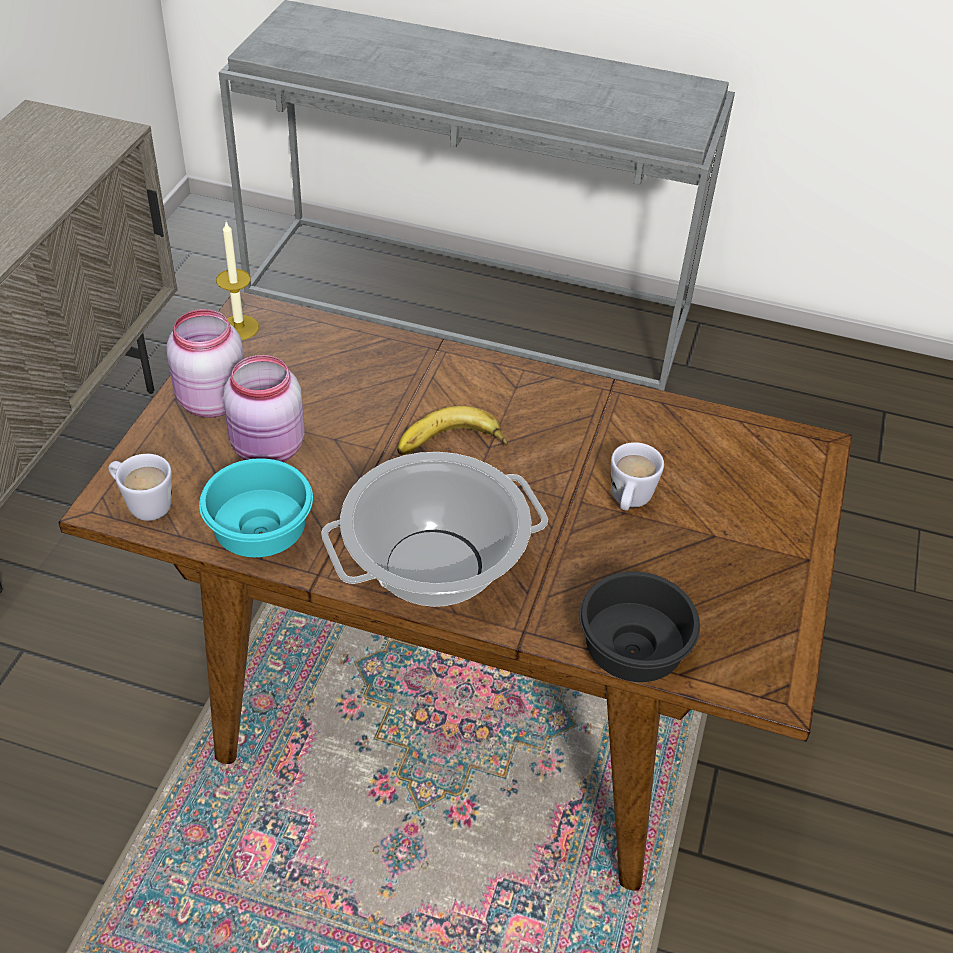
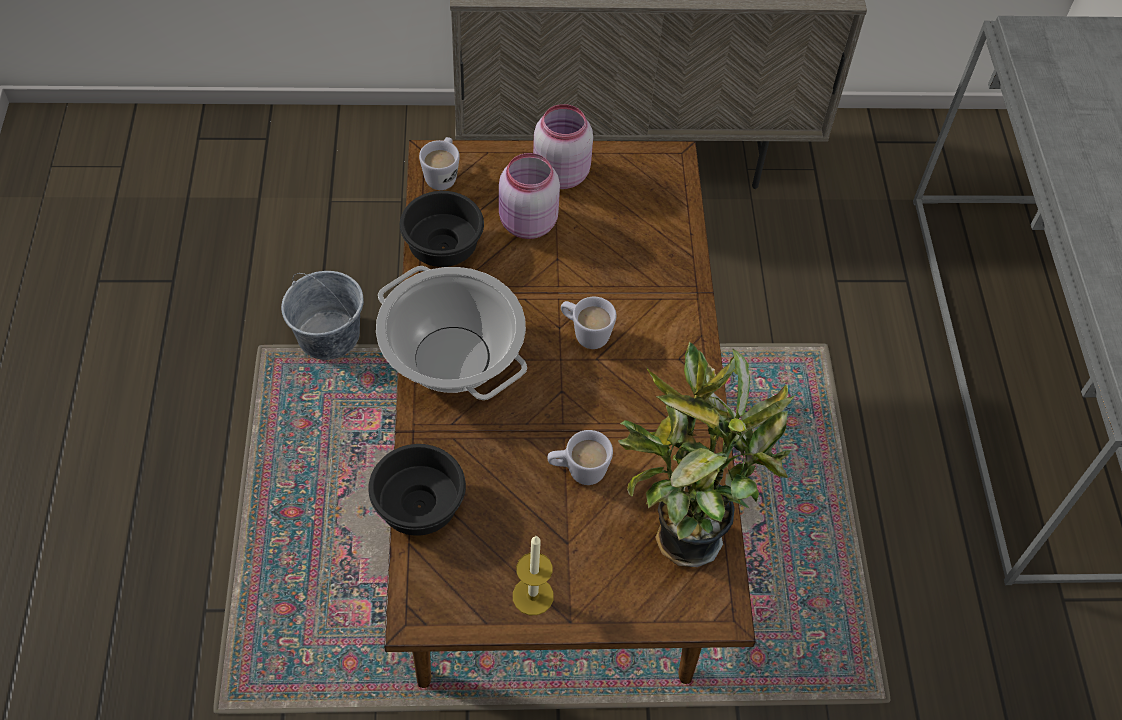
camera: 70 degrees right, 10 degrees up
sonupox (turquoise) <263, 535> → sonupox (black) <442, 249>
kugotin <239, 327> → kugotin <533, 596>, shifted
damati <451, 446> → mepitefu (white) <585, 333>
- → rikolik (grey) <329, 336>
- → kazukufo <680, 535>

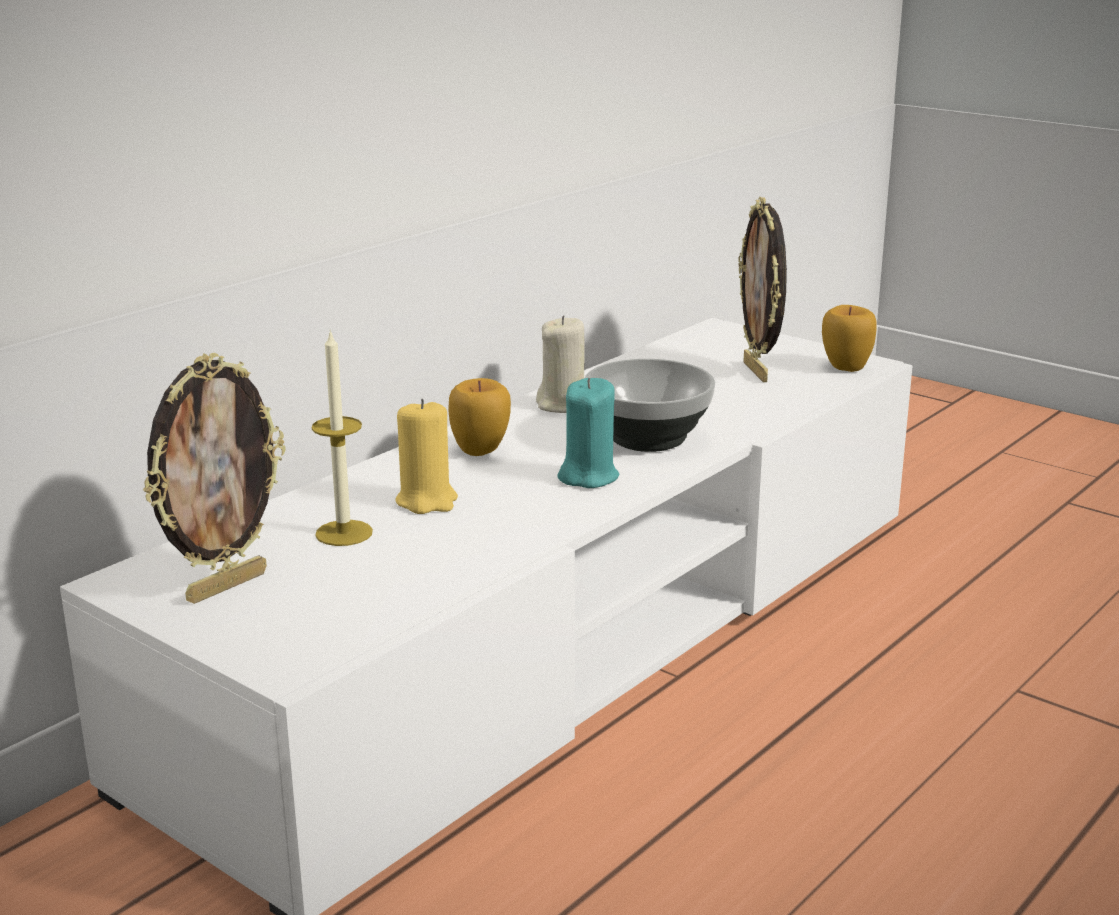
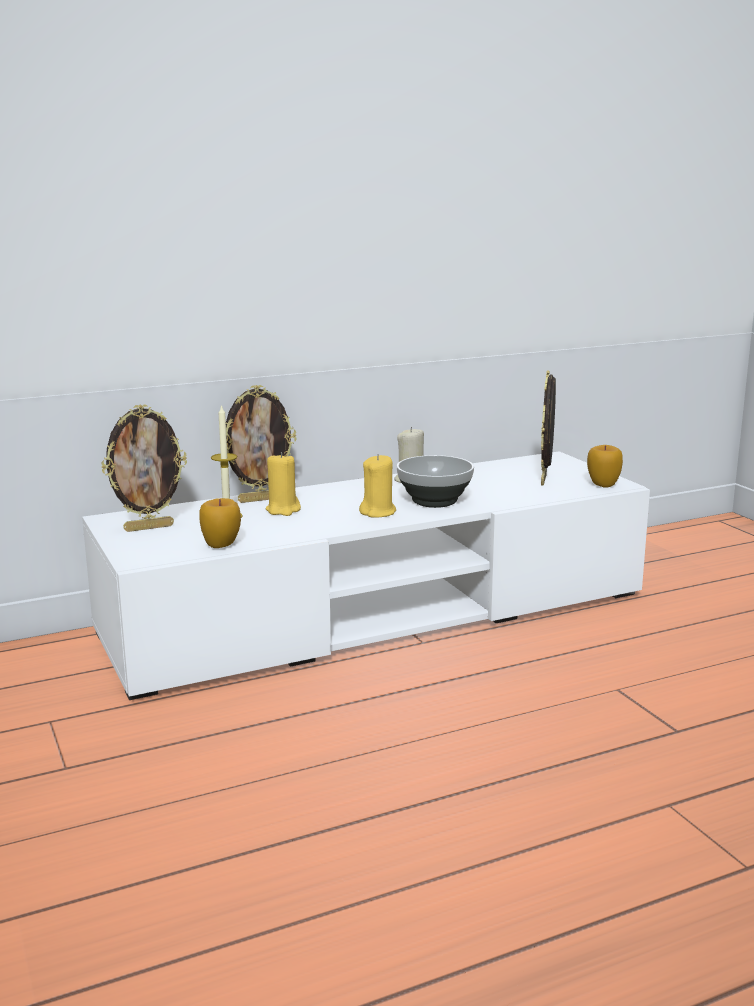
camera: 25 degrees right, 5 degrees down
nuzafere <481, 450> → nuzafere <221, 545>, shifted
kugotin (turquoise) <588, 476> → kugotin (yellow) <378, 512>
- → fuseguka <260, 499>

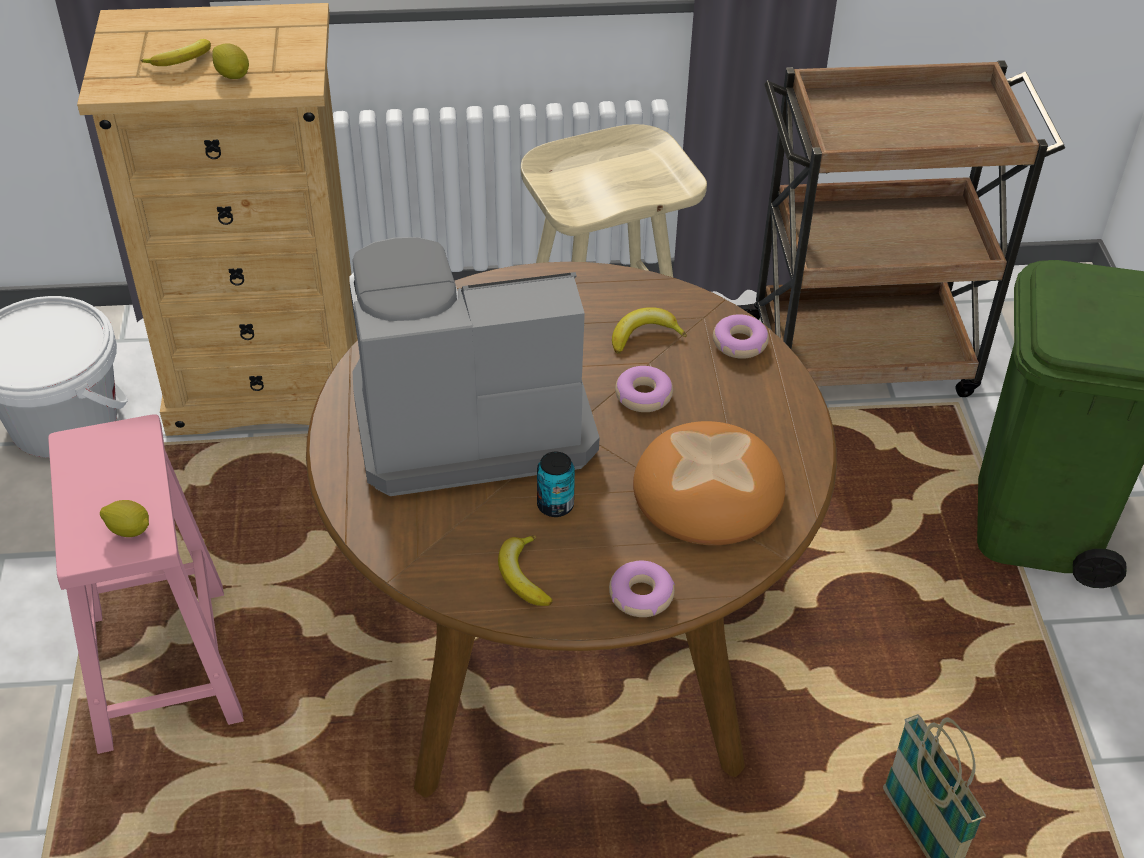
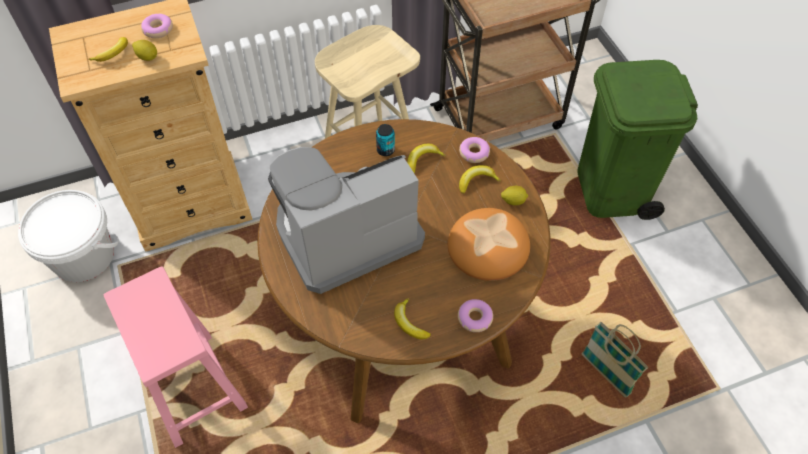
camera: 15 degrees left, 10 degrees up
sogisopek <129, 530> → sogisopek <513, 201>, shifted
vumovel <555, 505> → vumovel <385, 150>, shifted
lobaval <643, 395> → lobaval <158, 29>, shifted
- → damati <476, 181>

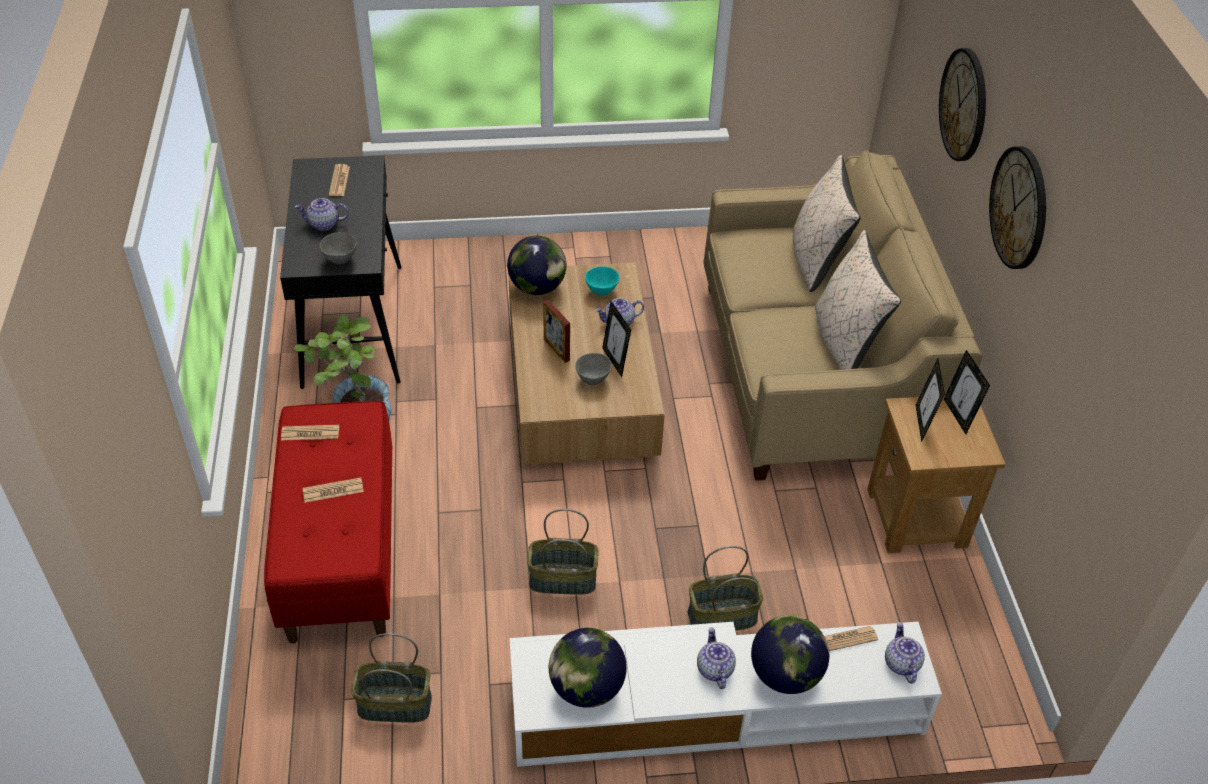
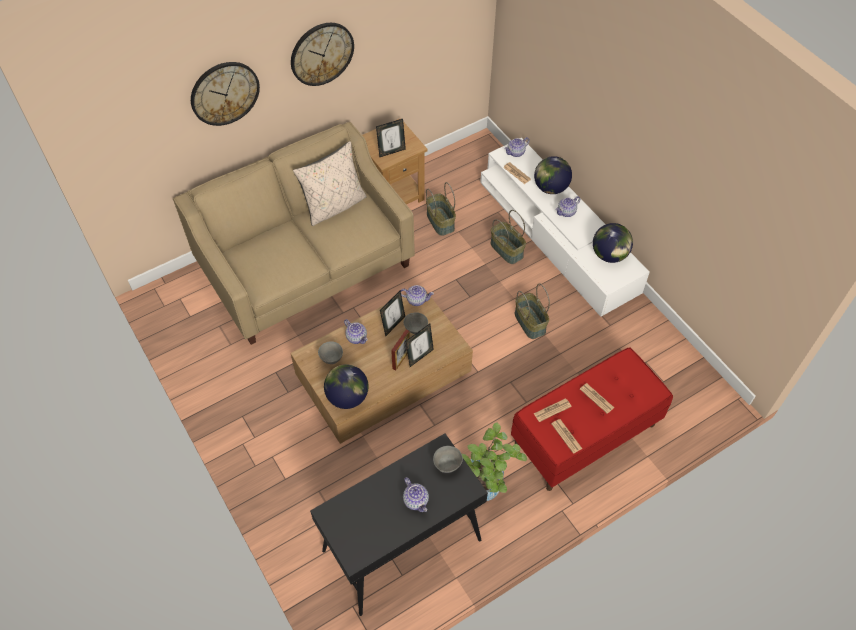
camera: 115 degrees left, 10 degrees up
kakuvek <339, 181> → kakuvek <552, 410>, shifted
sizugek <394, 705> → sizugek <441, 221>, shifted
sonupox (turquoise) <601, 291> → sonupox (grey) <332, 359>
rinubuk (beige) <816, 260> → -
fuseguka <958, 416> → fuseguka <420, 356>, shifted
- → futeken <417, 300>

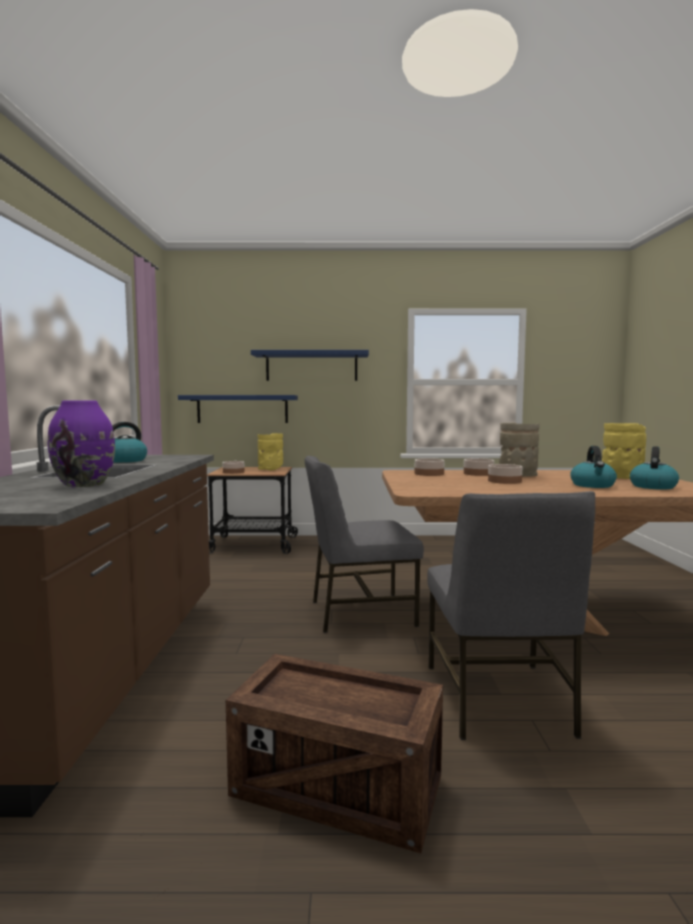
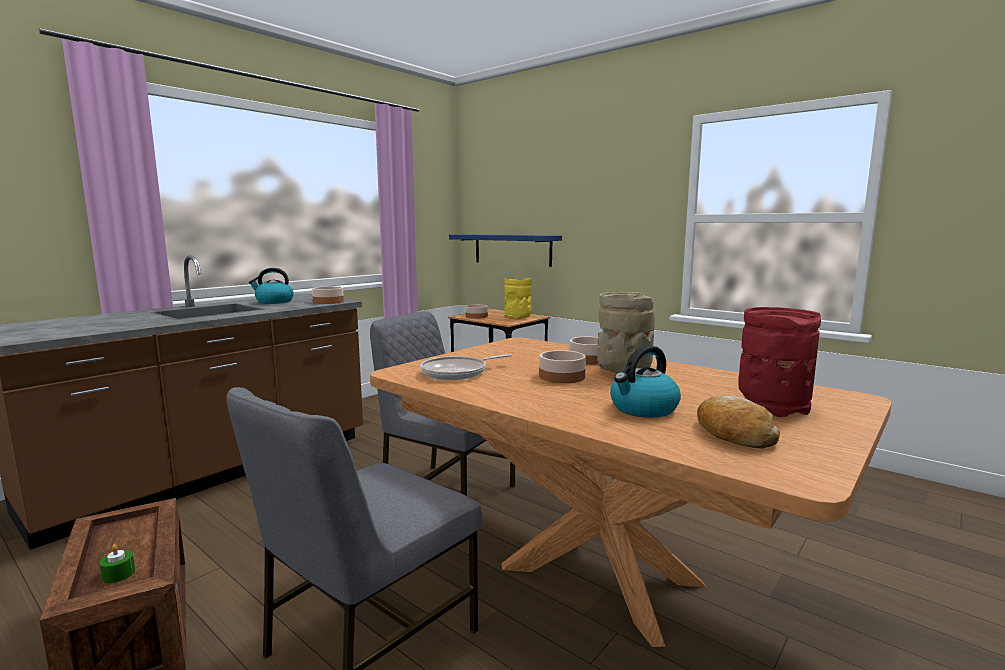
camera: 40 degrees right, 5 degrees up
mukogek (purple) <85, 484> → -
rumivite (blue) <311, 366> → -
sonupox <428, 474> → sonupox <328, 302>, shifted
mukogek (yellow) <621, 477> → mukogek (red) <772, 405>
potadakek <652, 486> → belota <733, 434>
- → kugotin (green) <118, 574>
- → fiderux <458, 373>

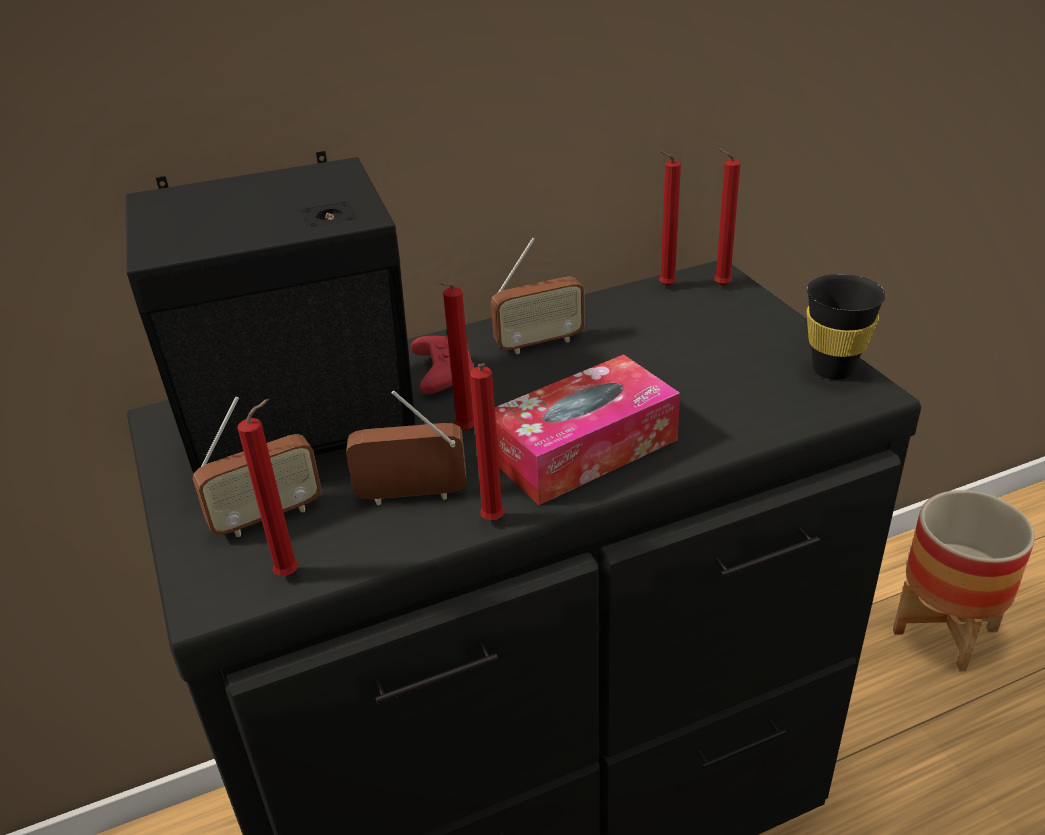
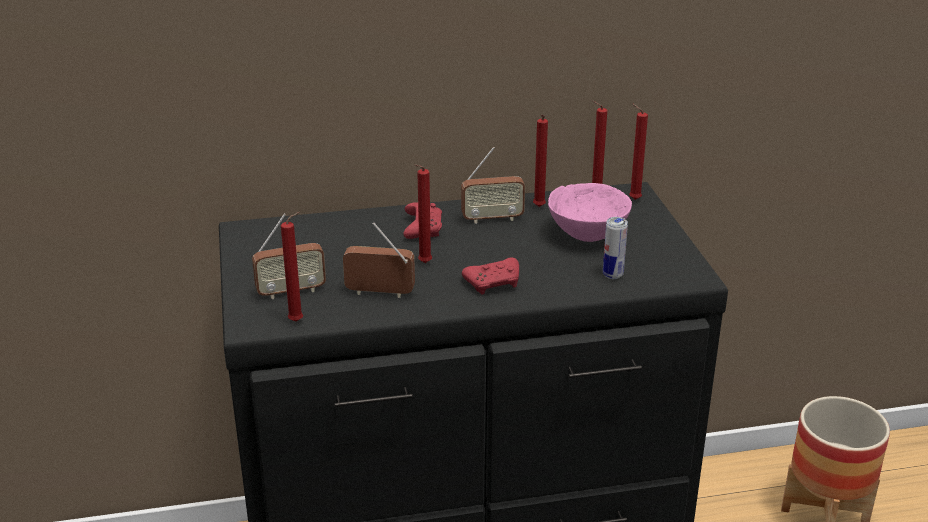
camera: 10 degrees right, 5 degrees down
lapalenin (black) <305, 426> → -
kugotin (red) <492, 523> → kugotin (red) <538, 208>, shifted
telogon <583, 449> → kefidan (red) <494, 283>
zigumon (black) <833, 369> → -
- → sonupox (pink) <589, 235>
- → vumovel <612, 275>

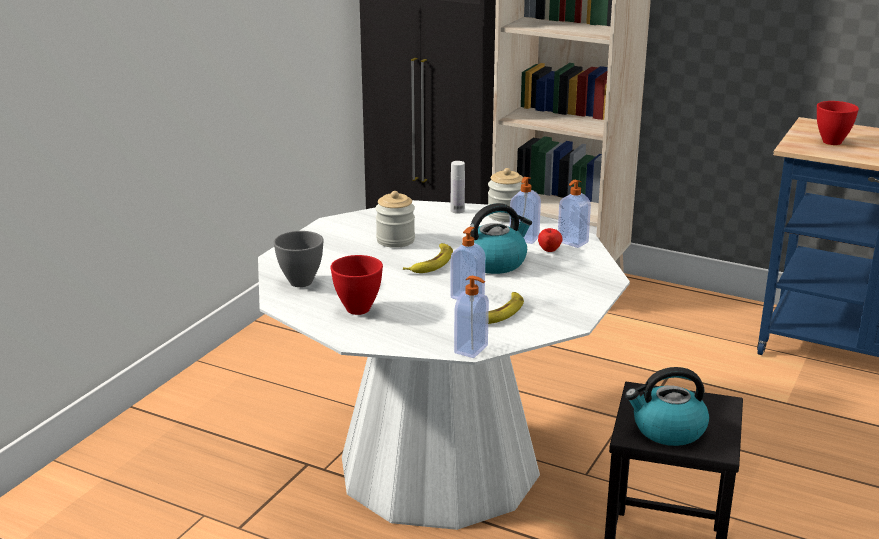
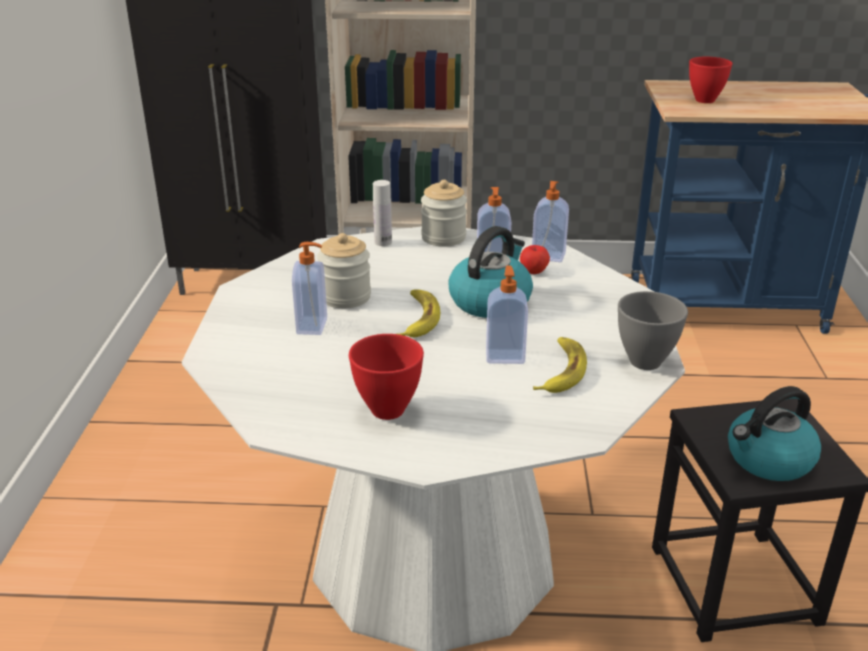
camera: 25 degrees left, 5 degrees up
sonupox (grey) <300, 283> → sonupox (grey) <646, 363>, shifted
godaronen <472, 350> → godaronen <313, 326>, shifted

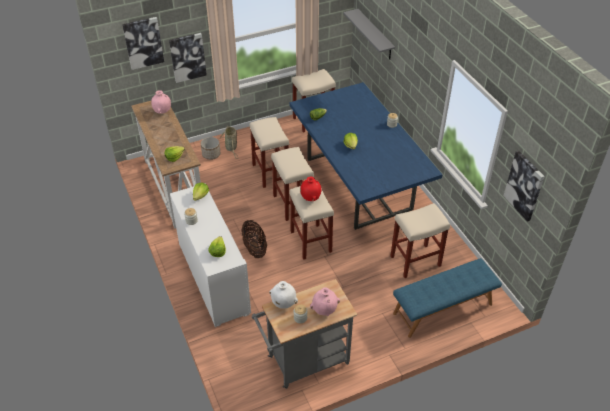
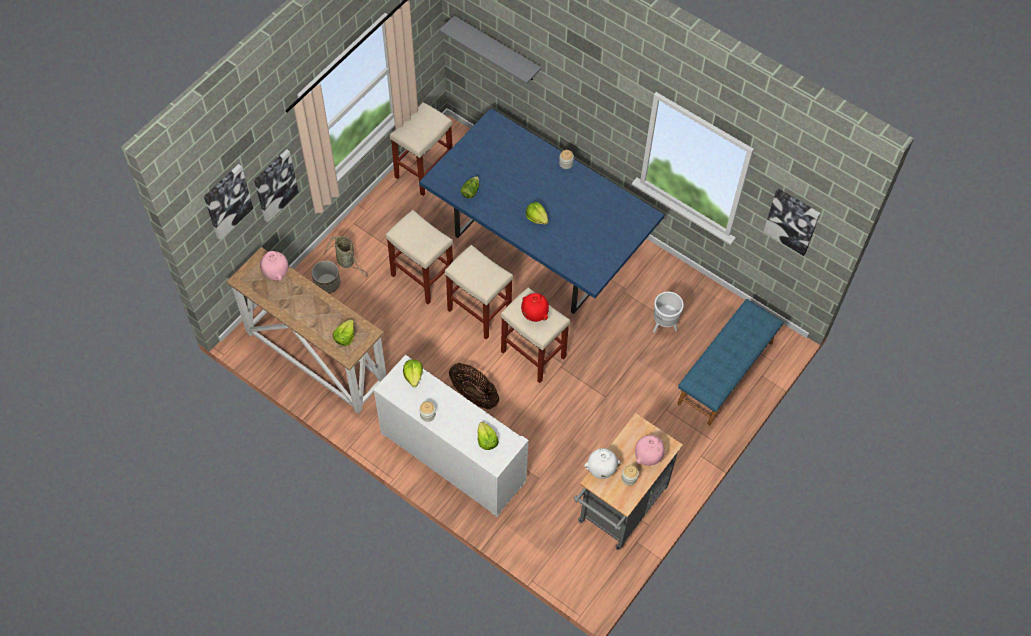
camera: 30 degrees left, 15 degrees up
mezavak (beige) <415, 261> → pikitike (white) <664, 326>

